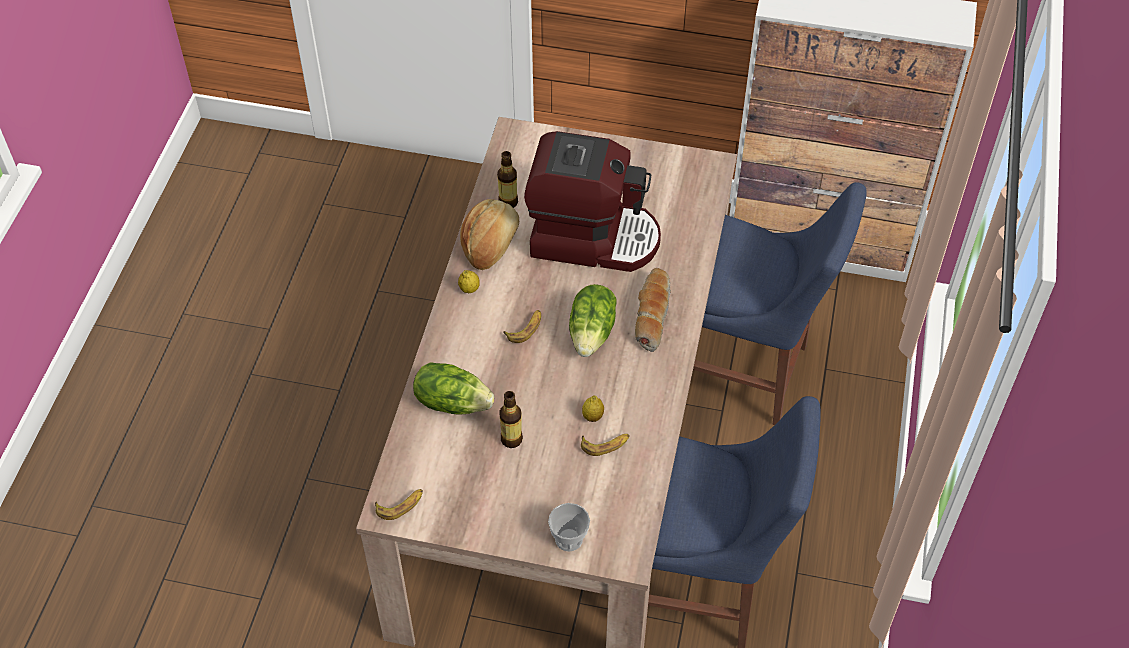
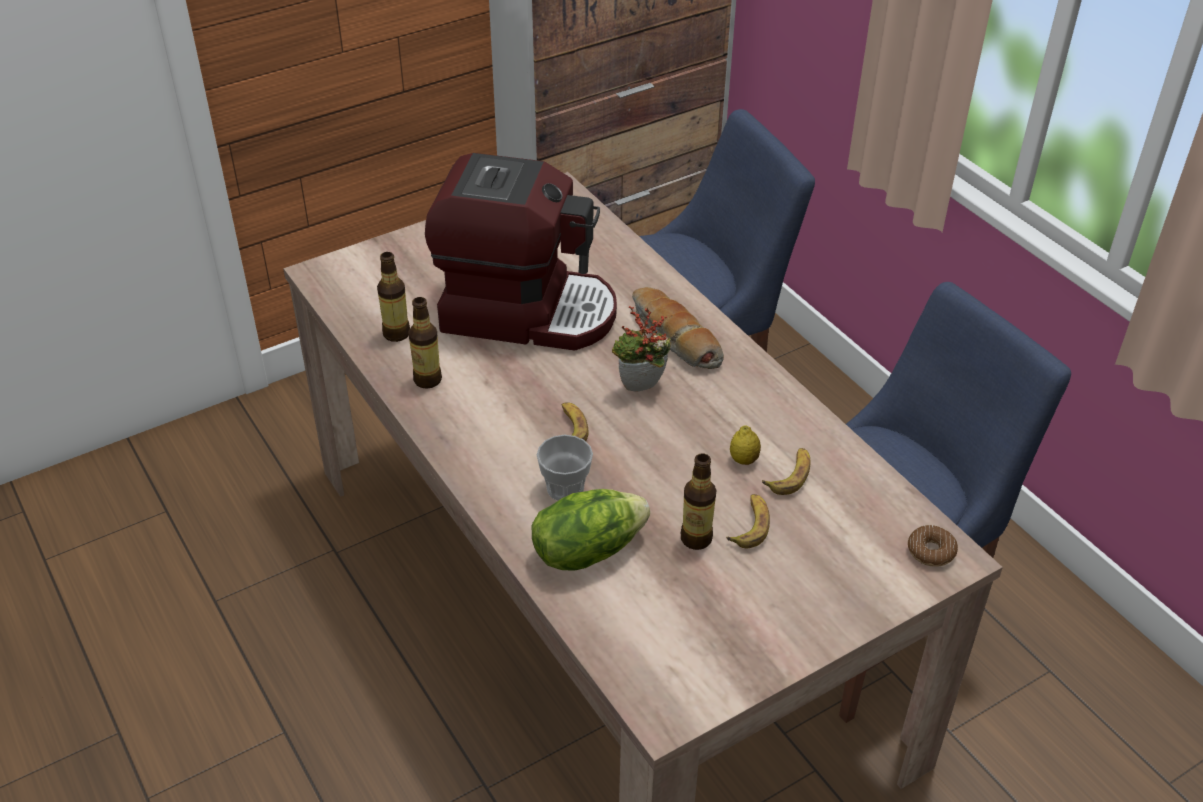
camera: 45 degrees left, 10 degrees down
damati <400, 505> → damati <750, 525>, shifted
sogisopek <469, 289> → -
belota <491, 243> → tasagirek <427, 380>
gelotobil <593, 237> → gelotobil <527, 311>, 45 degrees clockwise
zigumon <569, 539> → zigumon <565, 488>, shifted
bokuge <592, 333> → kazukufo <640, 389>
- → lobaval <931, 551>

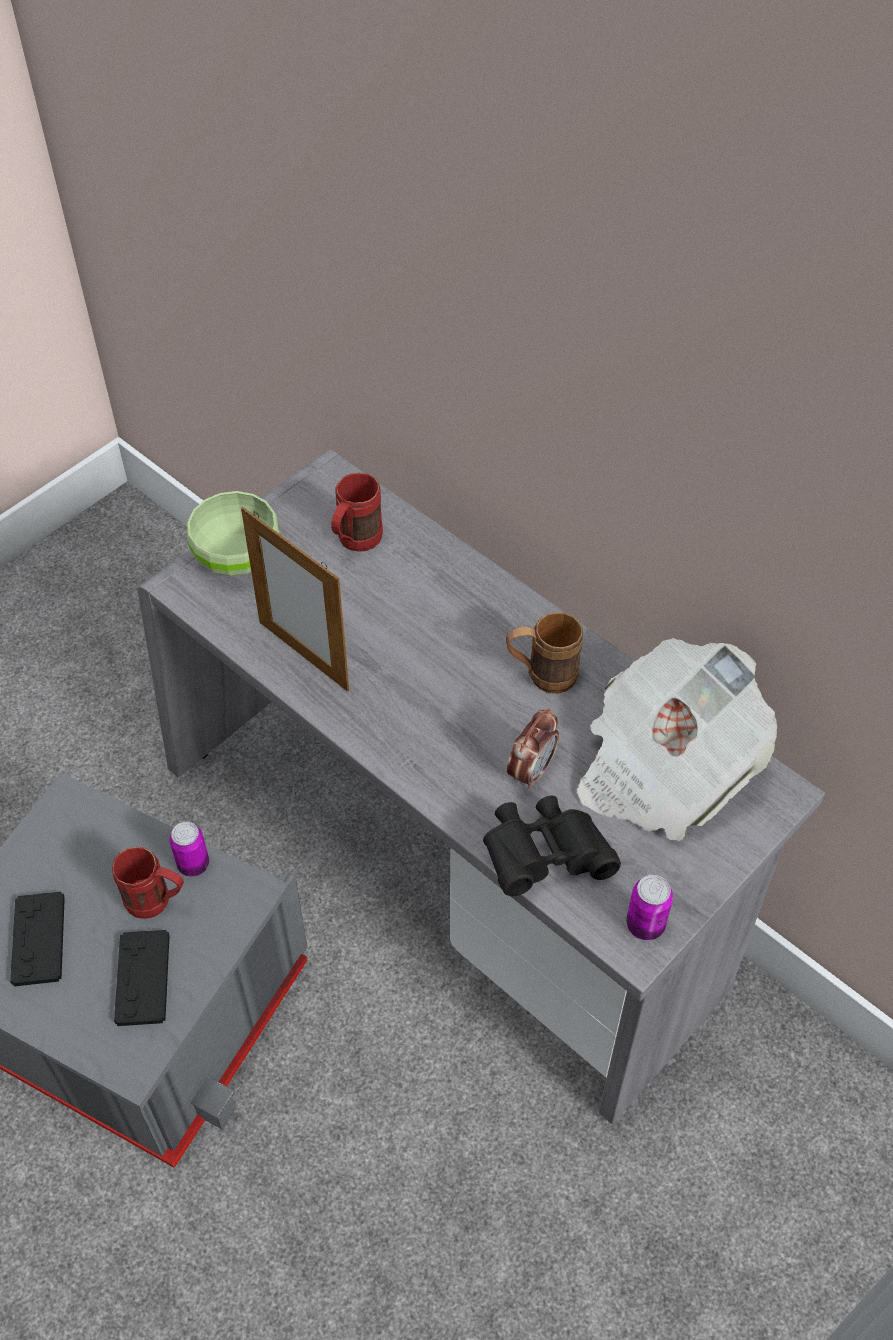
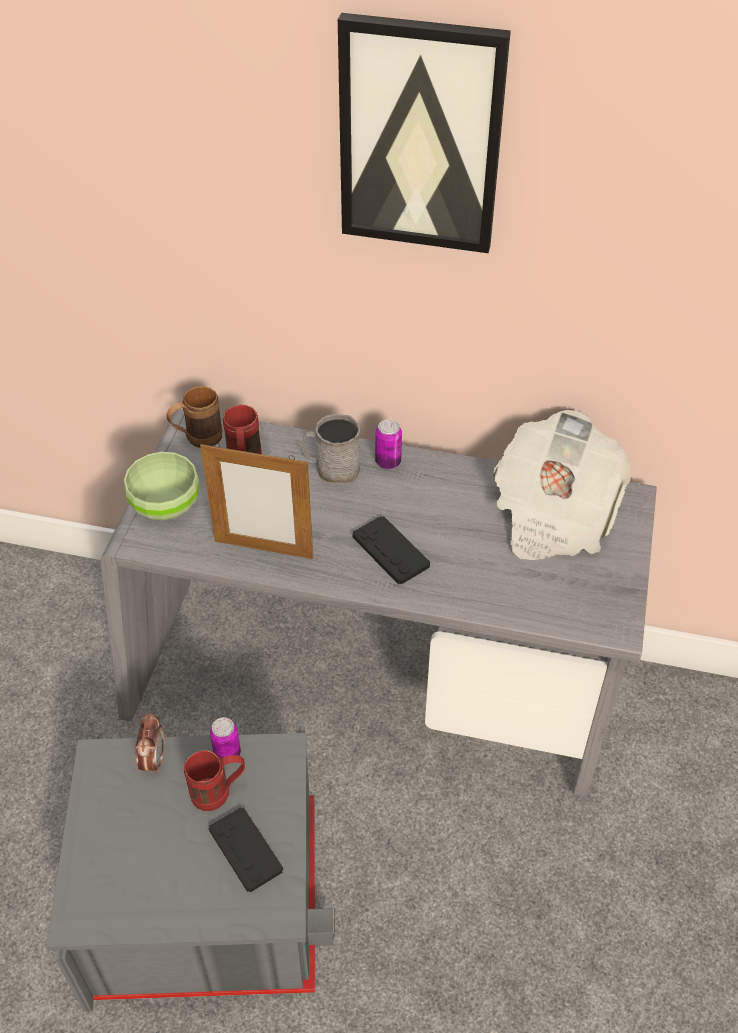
camera: 30 degrees left, 5 degrees down
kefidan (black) <38, 939> → kefidan (black) <390, 551>, shifted
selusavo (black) <545, 857> → -
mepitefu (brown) <541, 676> → mepitefu (brown) <197, 440>, shifted
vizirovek <531, 771> → vizirovek <153, 760>, shifted
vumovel <645, 925> → vumovel <388, 462>, shifted
- → mepitefu (grey) <332, 469>
- → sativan <420, 136>

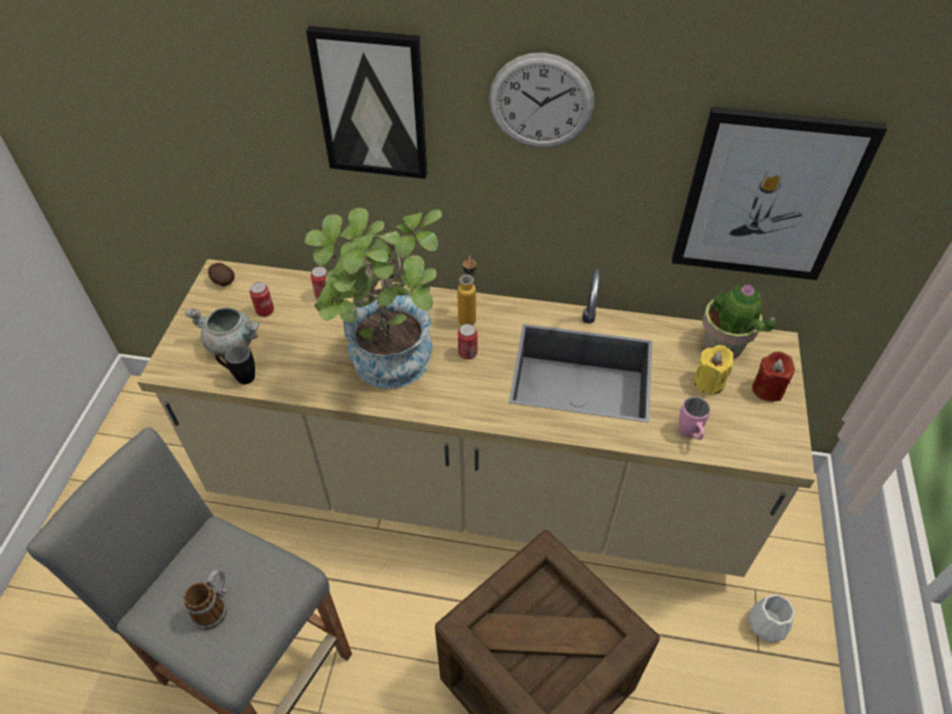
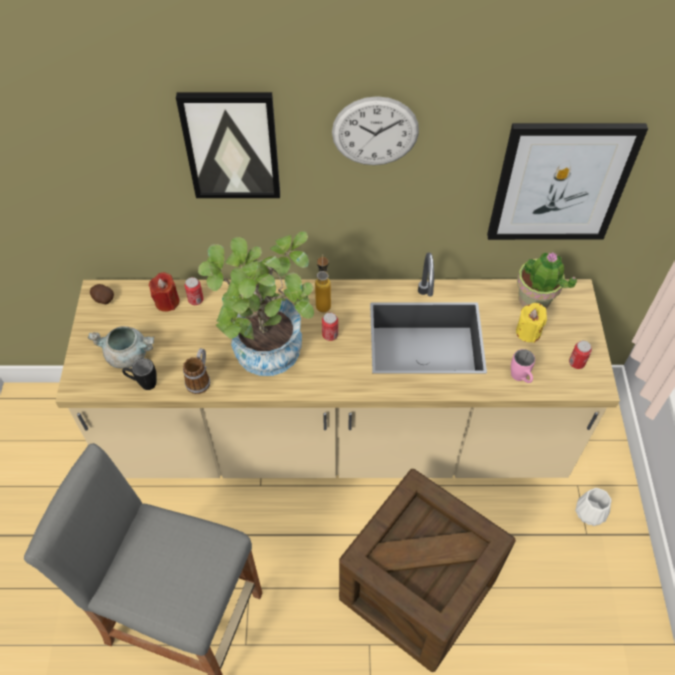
camera: 10 degrees left, 5 degrees up
mepitefu <214, 607> → mepitefu <200, 379>, shifted
vumovel <265, 311> → vumovel <576, 363>, shifted
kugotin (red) <767, 389> → kugotin (red) <167, 302>, shifted

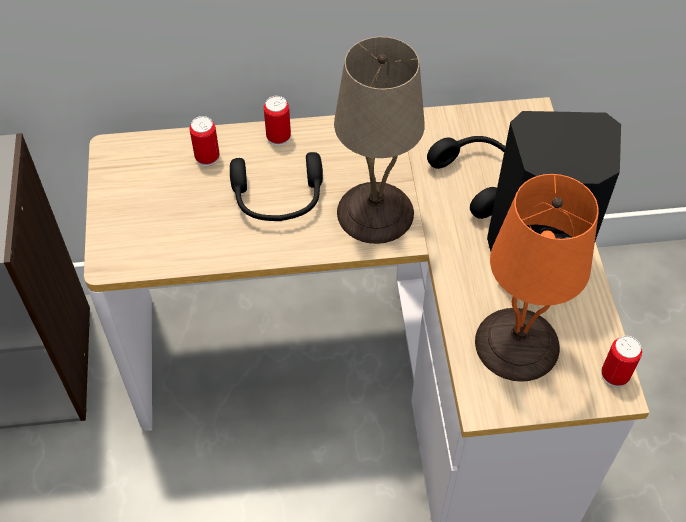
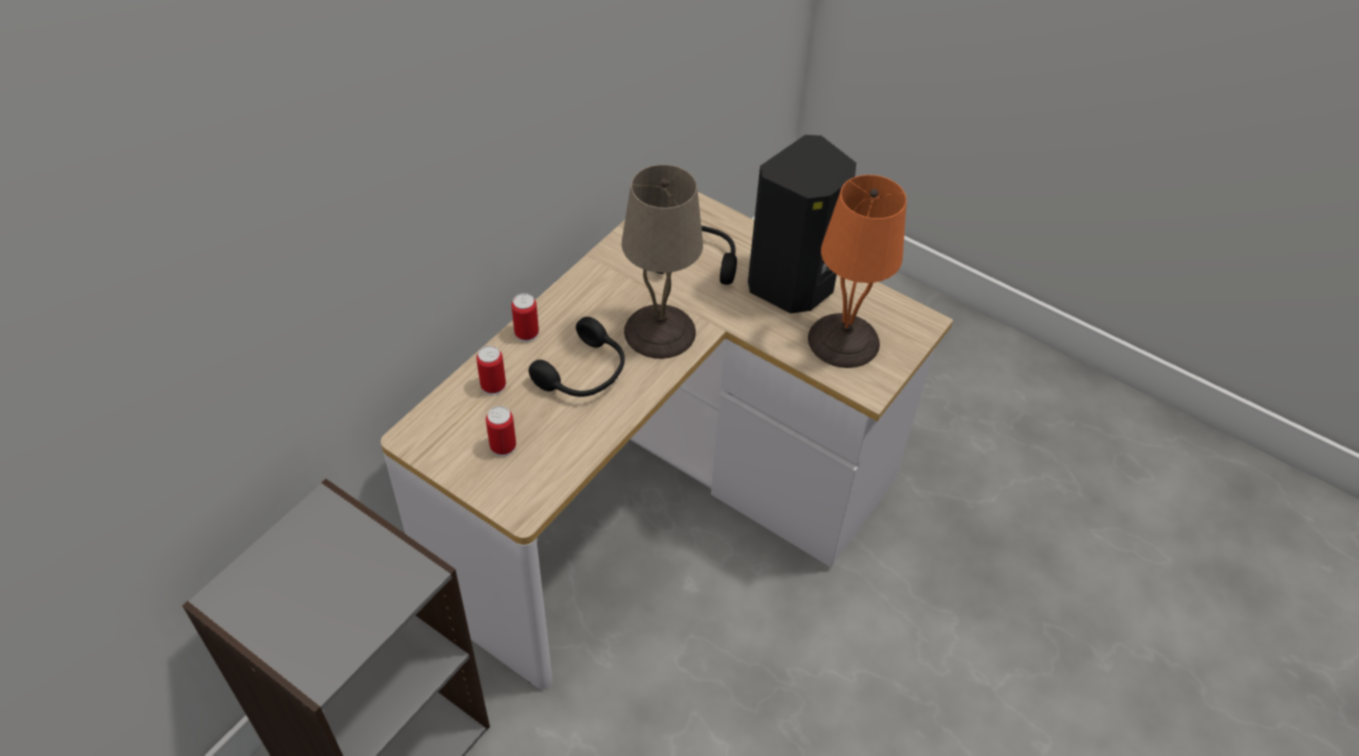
camera: 50 degrees left, 5 degrees down
vumovel <615, 375> → vumovel <503, 446>, shifted

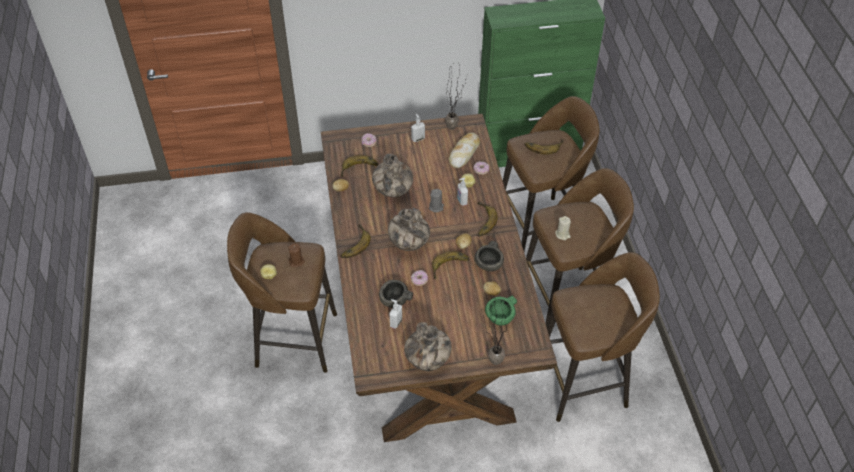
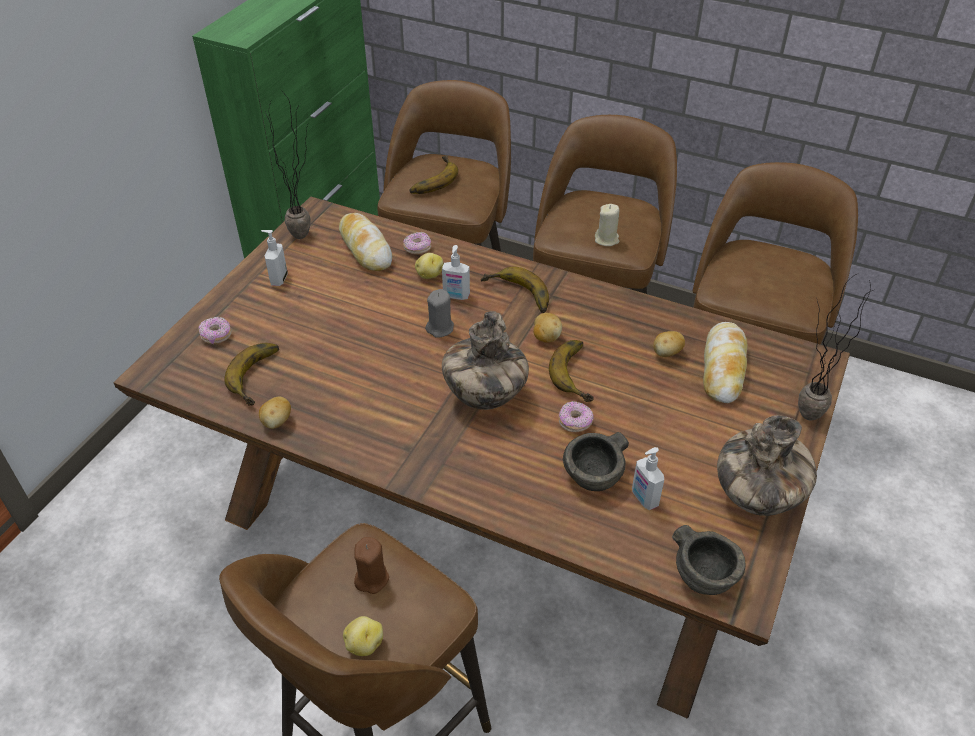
camera: 55 degrees left, 5 degrees down
damati <353, 244> → -
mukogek <393, 191> → -
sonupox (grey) <489, 264> → sonupox (grey) <705, 575>, shifted
sonupox (green) <500, 317> → belota <723, 368>

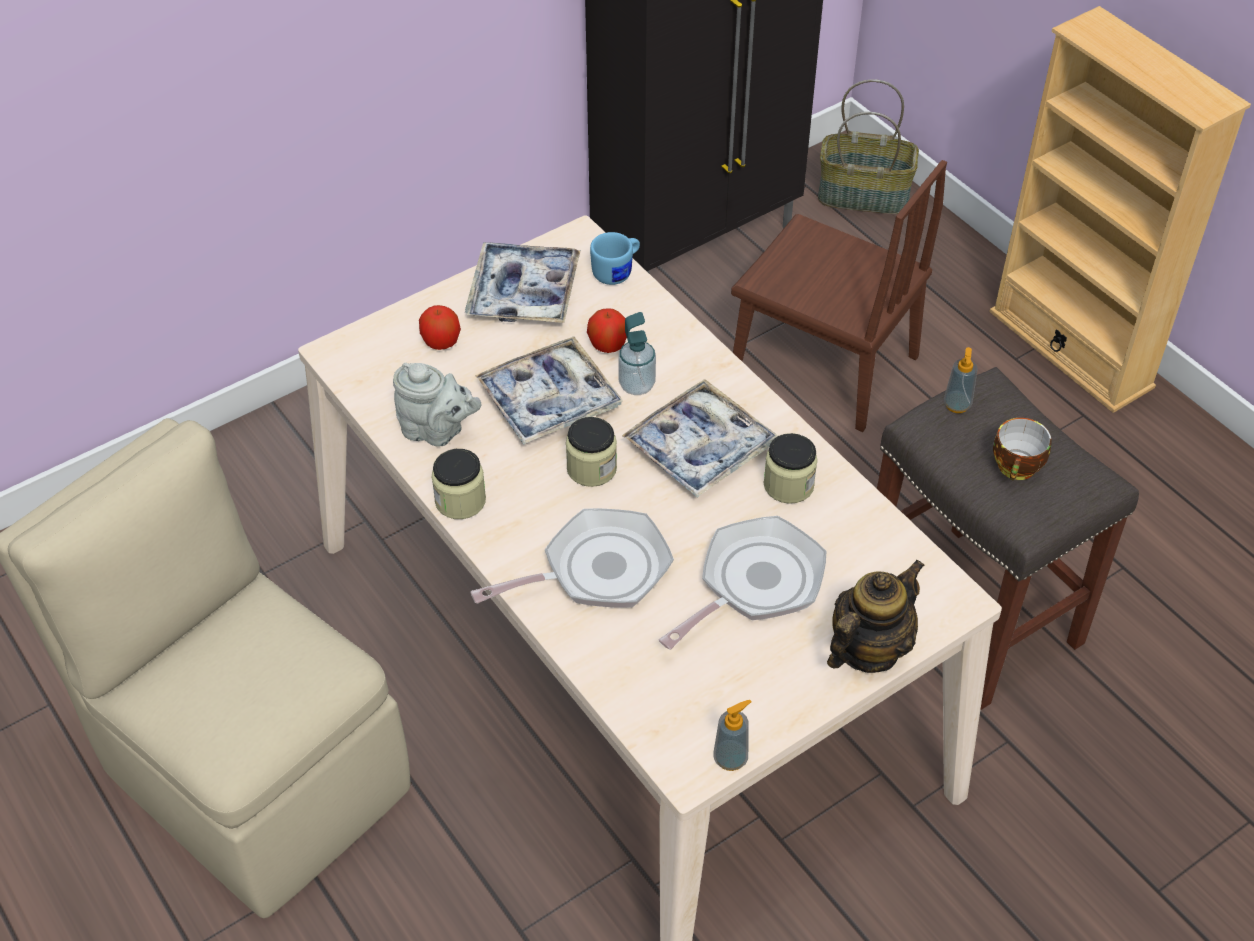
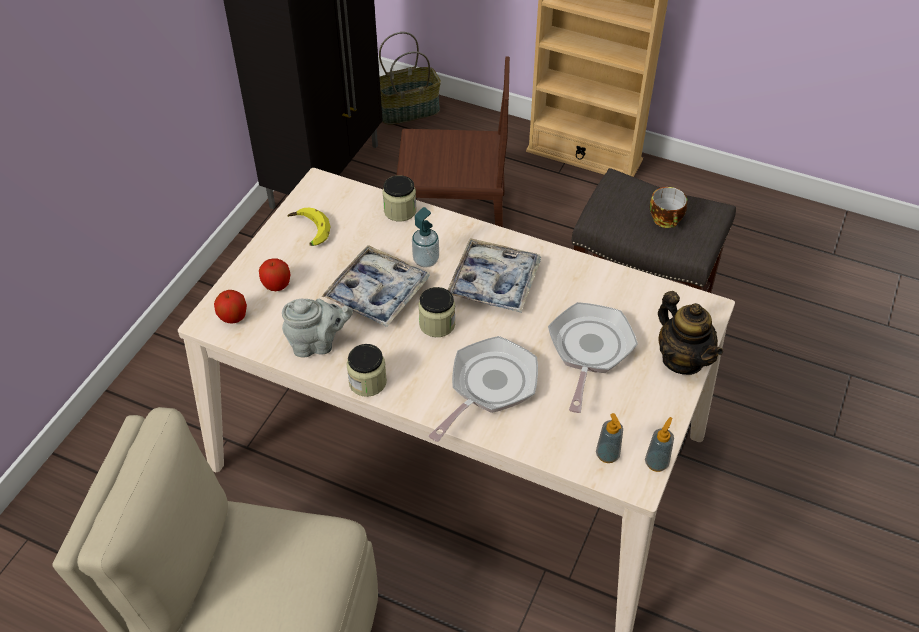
camera: 30 degrees left, 0 degrees up
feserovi <524, 293> → damati <308, 231>
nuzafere <608, 345> → nuzafere <233, 317>, shifted
mepitefu (blue) <617, 272> → -
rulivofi <788, 485> → rulivofi <400, 210>, shifted
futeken <868, 649> → futeken <682, 359>, 135 degrees clockwise
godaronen <957, 405> → godaronen <607, 455>, shifted

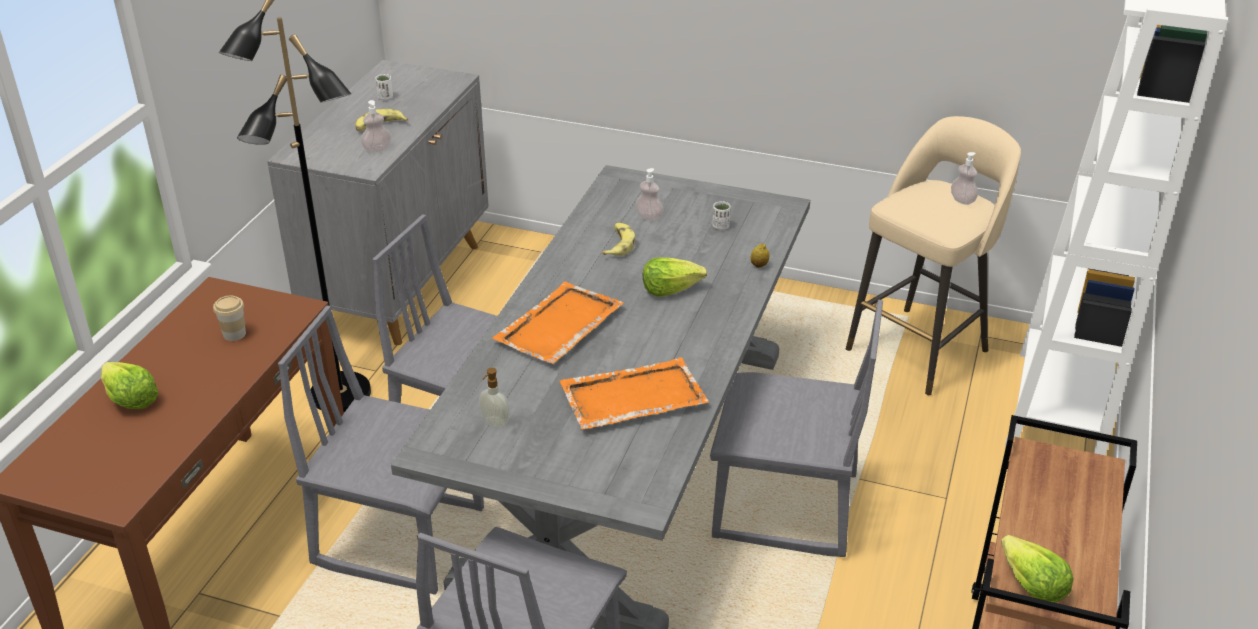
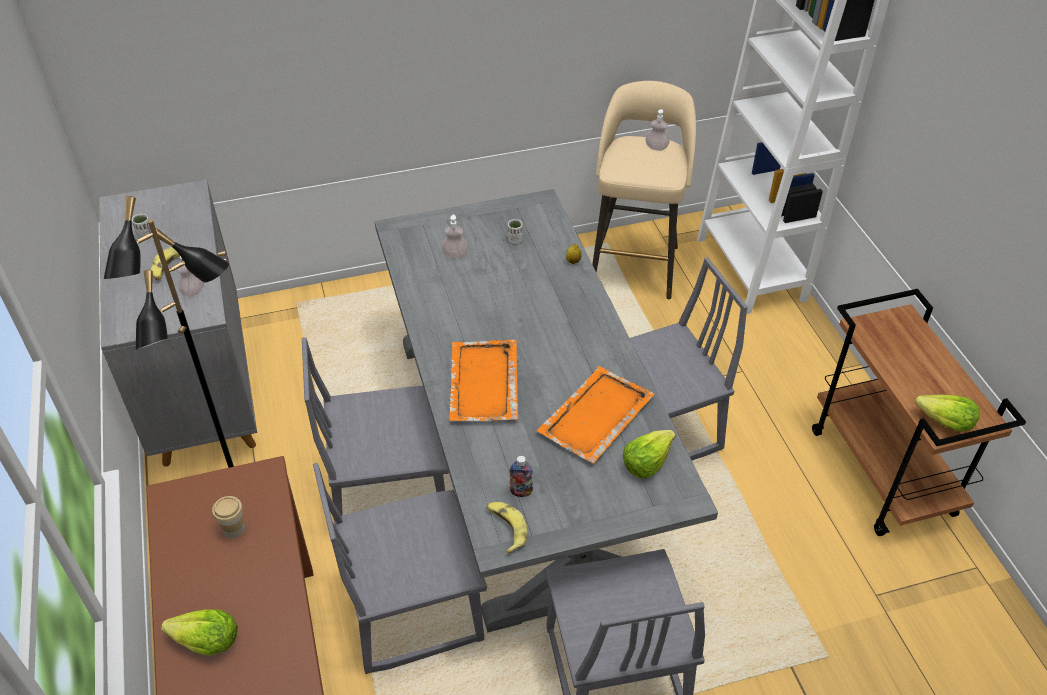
camera: 35 degrees left, 10 degrees up
godaronen <494, 423> → tasagirek <521, 492>
damati <618, 244> → damati <506, 528>, shifted
bokuge <670, 289> → bokuge <646, 462>, shifted

